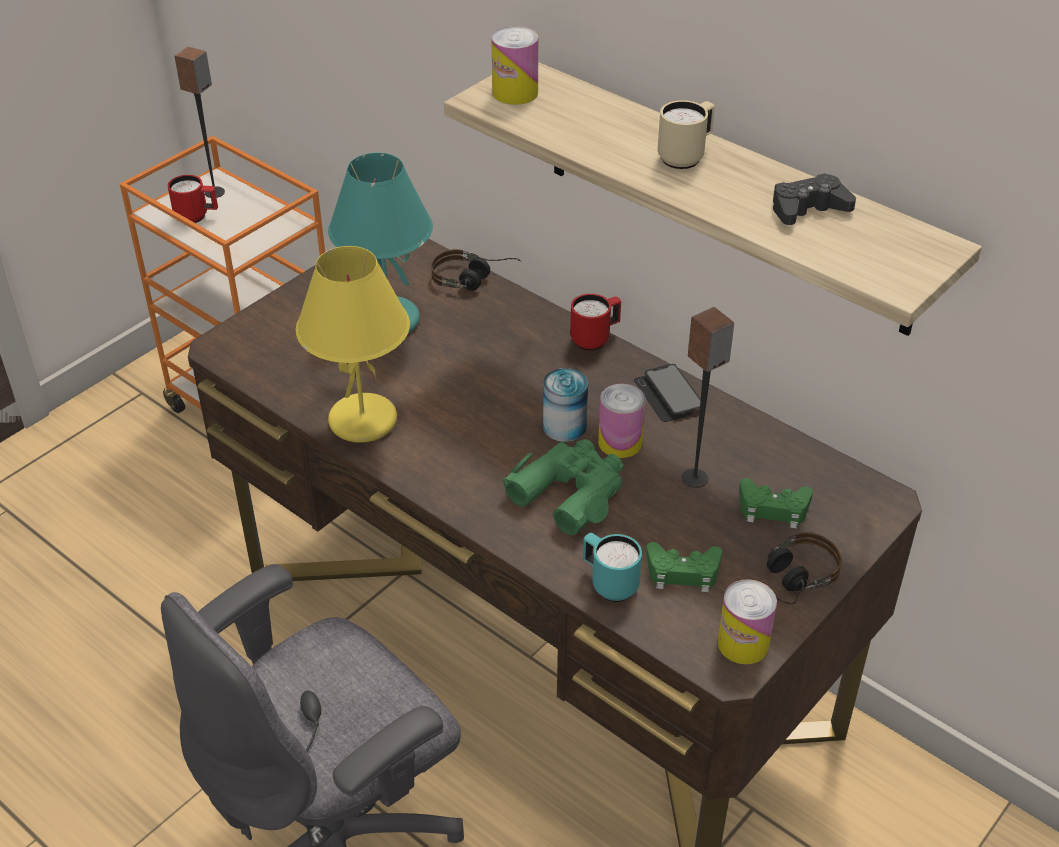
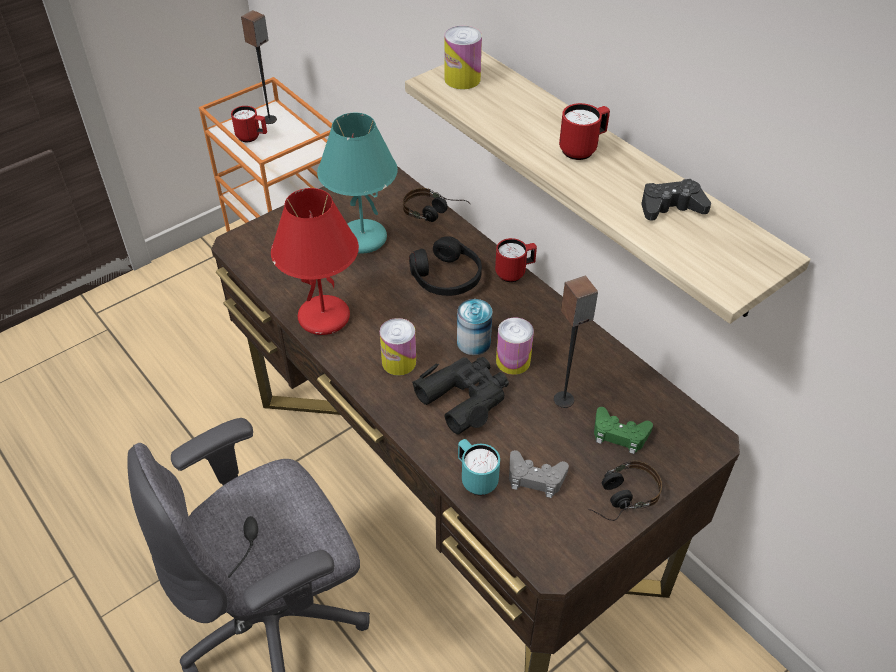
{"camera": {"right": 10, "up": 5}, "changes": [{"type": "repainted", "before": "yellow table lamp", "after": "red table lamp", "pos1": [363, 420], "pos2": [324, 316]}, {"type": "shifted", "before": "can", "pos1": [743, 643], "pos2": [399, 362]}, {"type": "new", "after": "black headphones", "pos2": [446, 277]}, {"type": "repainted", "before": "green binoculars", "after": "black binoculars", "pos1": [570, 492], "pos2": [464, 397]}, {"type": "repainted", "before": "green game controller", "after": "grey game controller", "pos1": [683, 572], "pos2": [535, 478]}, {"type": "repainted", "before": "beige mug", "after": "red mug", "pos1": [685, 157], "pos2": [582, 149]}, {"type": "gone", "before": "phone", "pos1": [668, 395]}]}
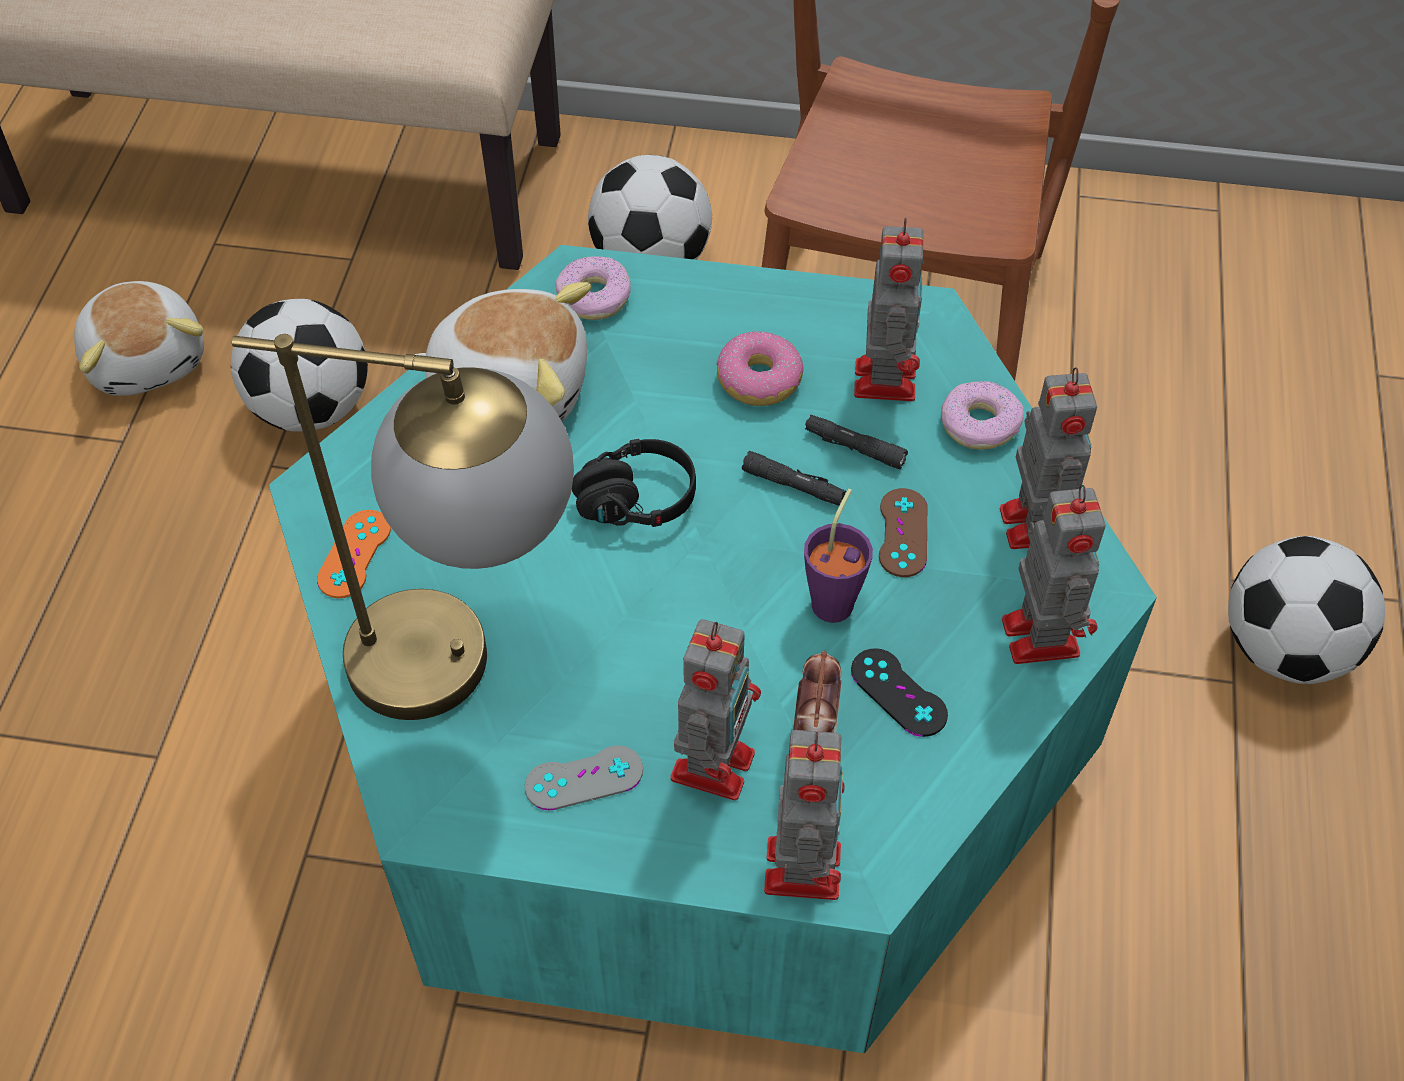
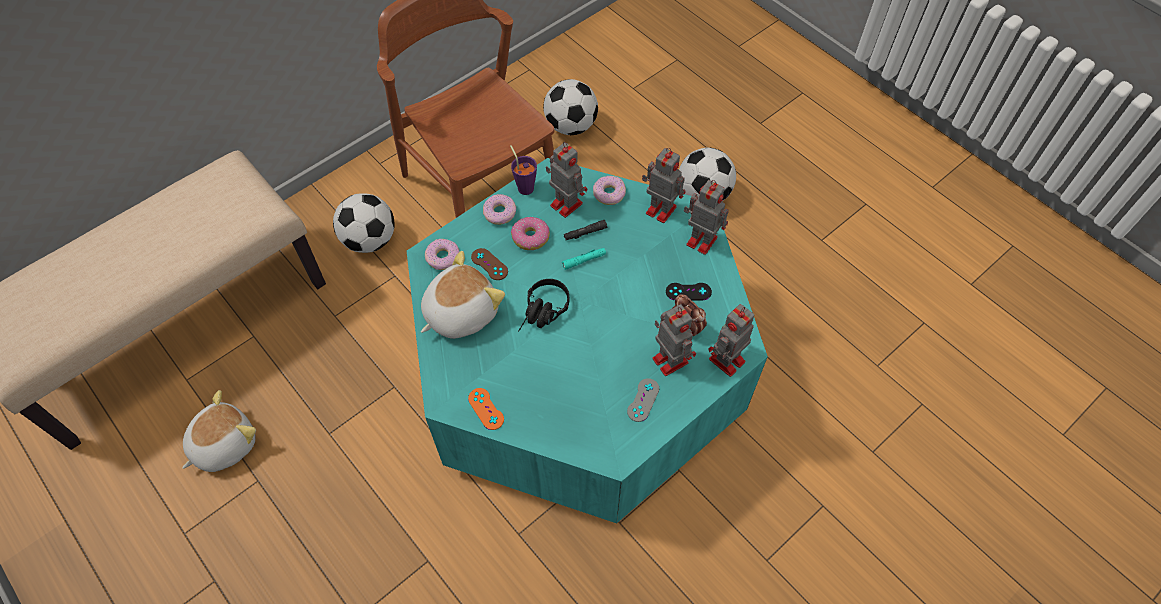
{"camera": {"right": -50, "up": 5}, "changes": [{"type": "rotated", "before": "plush toy", "pos1": [148, 359], "pos2": [223, 444], "turn": -60}, {"type": "shifted", "before": "brown game controller", "pos1": [903, 533], "pos2": [489, 264]}, {"type": "new", "after": "donut", "pos2": [500, 213]}, {"type": "shifted", "before": "purple cup", "pos1": [836, 597], "pos2": [524, 185]}, {"type": "shifted", "before": "football", "pos1": [311, 408], "pos2": [571, 126]}, {"type": "repainted", "before": "black flashlight", "after": "turquoise flashlight", "pos1": [794, 485], "pos2": [584, 260]}, {"type": "rotated", "before": "toy robot", "pos1": [802, 864], "pos2": [725, 361], "turn": -90}, {"type": "gone", "before": "table lamp", "pos1": [469, 665]}]}
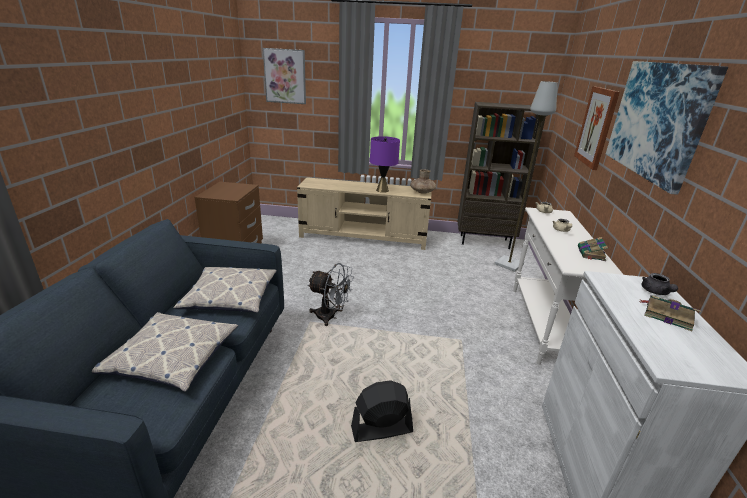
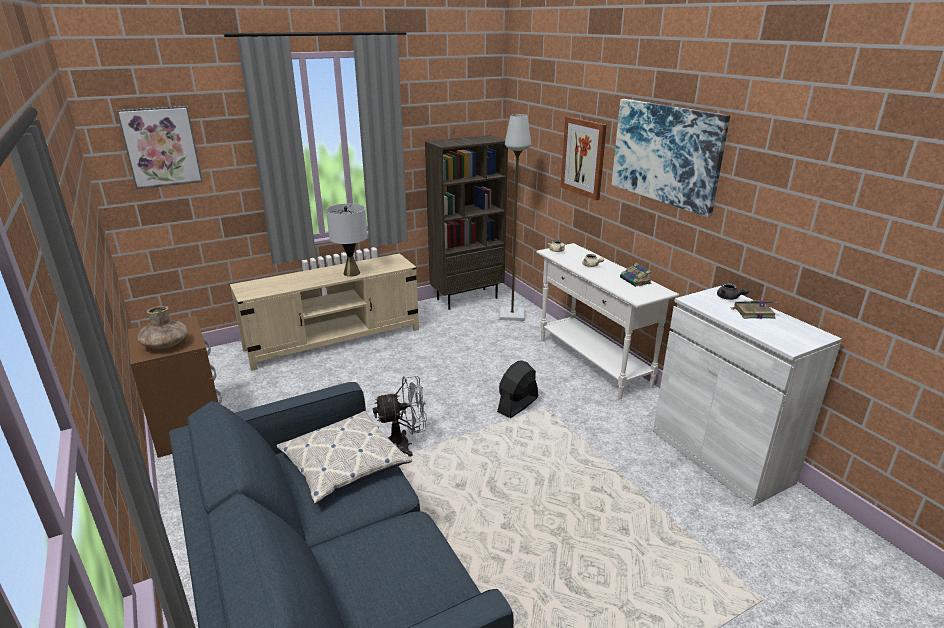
{"camera": {"right": -35, "up": 0}, "changes": [{"type": "shifted", "before": "brown vase", "pos1": [422, 192], "pos2": [165, 345]}, {"type": "repainted", "before": "purple table lamp", "after": "grey table lamp", "pos1": [382, 190], "pos2": [351, 273]}, {"type": "shifted", "before": "black fan", "pos1": [381, 429], "pos2": [517, 405]}, {"type": "gone", "before": "pillow", "pos1": [172, 357]}]}
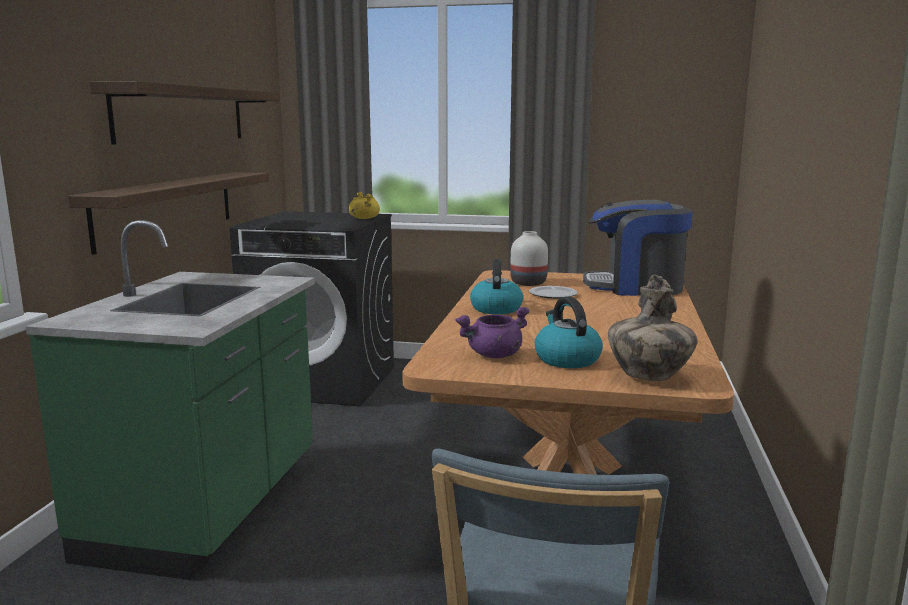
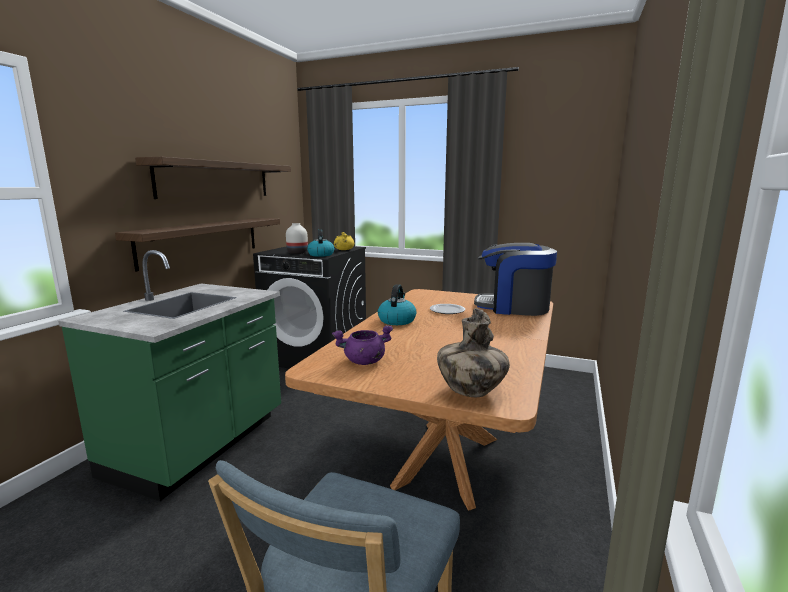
{"camera": {"right": 10, "up": 0}, "changes": [{"type": "shifted", "before": "white vase", "pos1": [529, 283], "pos2": [298, 253]}, {"type": "shifted", "before": "kettle", "pos1": [566, 359], "pos2": [321, 254]}]}
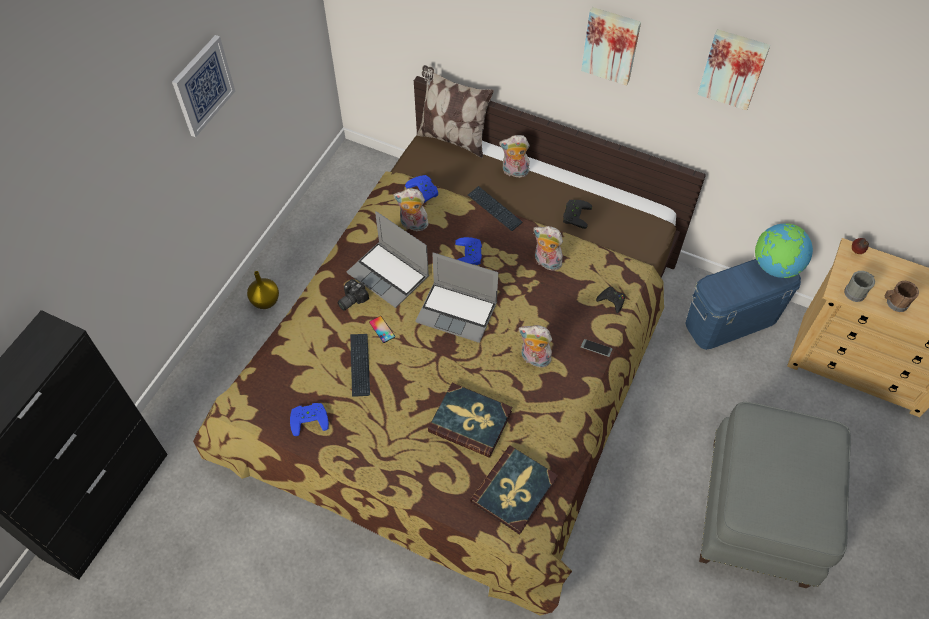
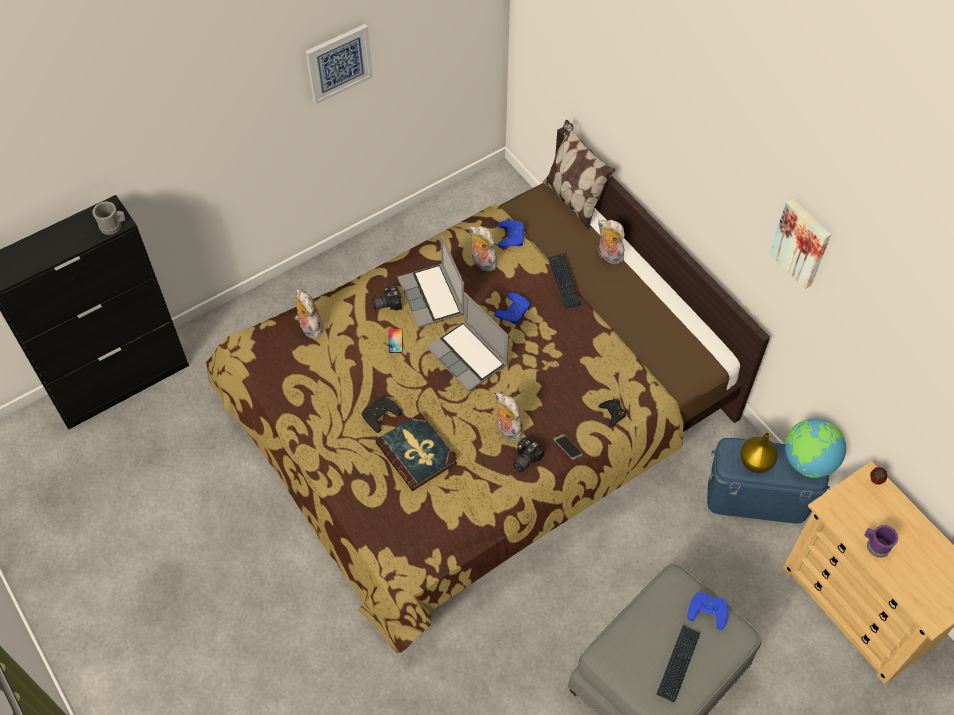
{"camera": {"right": 30, "up": 0}, "changes": [{"type": "shifted", "before": "grey mug", "pos1": [856, 292], "pos2": [113, 226]}, {"type": "shifted", "before": "plush toy", "pos1": [546, 262], "pos2": [309, 327]}, {"type": "shifted", "before": "black game controller", "pos1": [574, 215], "pos2": [379, 413]}, {"type": "new", "after": "photo camera", "pos2": [524, 459]}, {"type": "shifted", "before": "keyboard", "pos1": [360, 365], "pos2": [678, 663]}, {"type": "shifted", "before": "blue game controller", "pos1": [309, 418], "pos2": [708, 609]}, {"type": "shifted", "before": "yellow vase", "pos1": [265, 302], "pos2": [755, 463]}, {"type": "repainted", "before": "brown mug", "after": "purple mug", "pos1": [894, 303], "pos2": [875, 545]}, {"type": "gone", "before": "book", "pos1": [514, 491]}, {"type": "gone", "before": "picture", "pos1": [611, 44]}]}
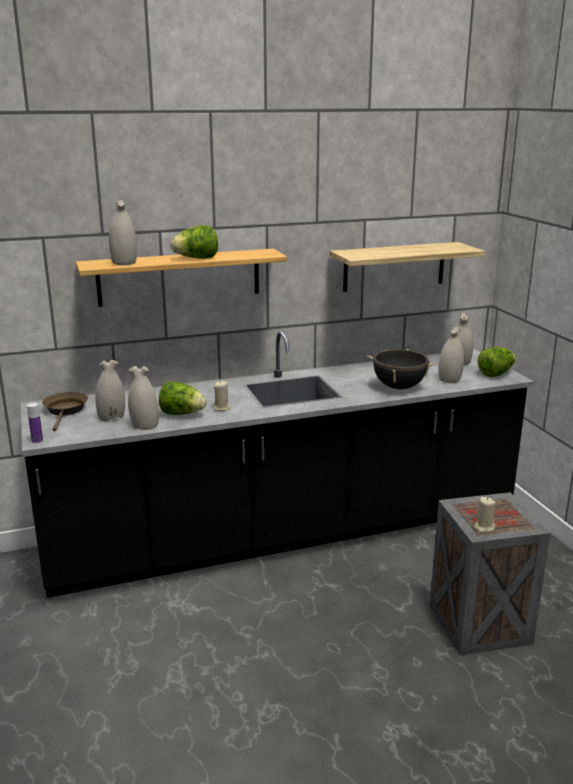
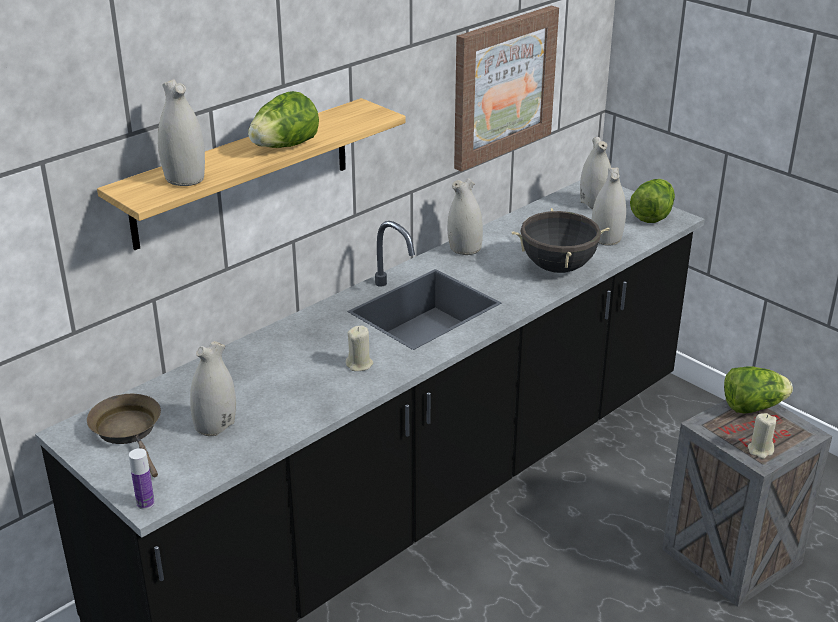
{"camera": {"right": -25, "up": 10}, "changes": [{"type": "shifted", "before": "white vase", "pos1": [144, 425], "pos2": [464, 249]}, {"type": "swapped", "before": "shelf", "after": "picture", "pos1": [394, 266], "pos2": [502, 86]}, {"type": "shifted", "before": "lettuce", "pos1": [182, 414], "pos2": [752, 407]}]}
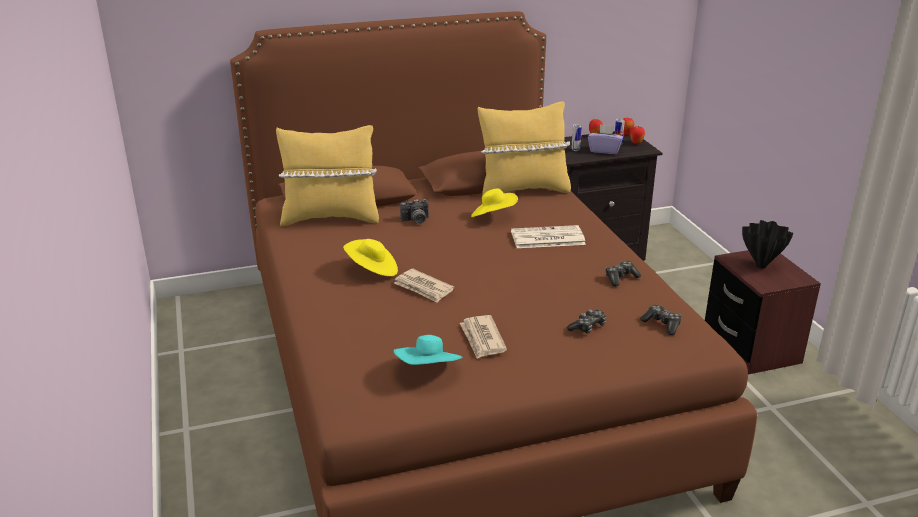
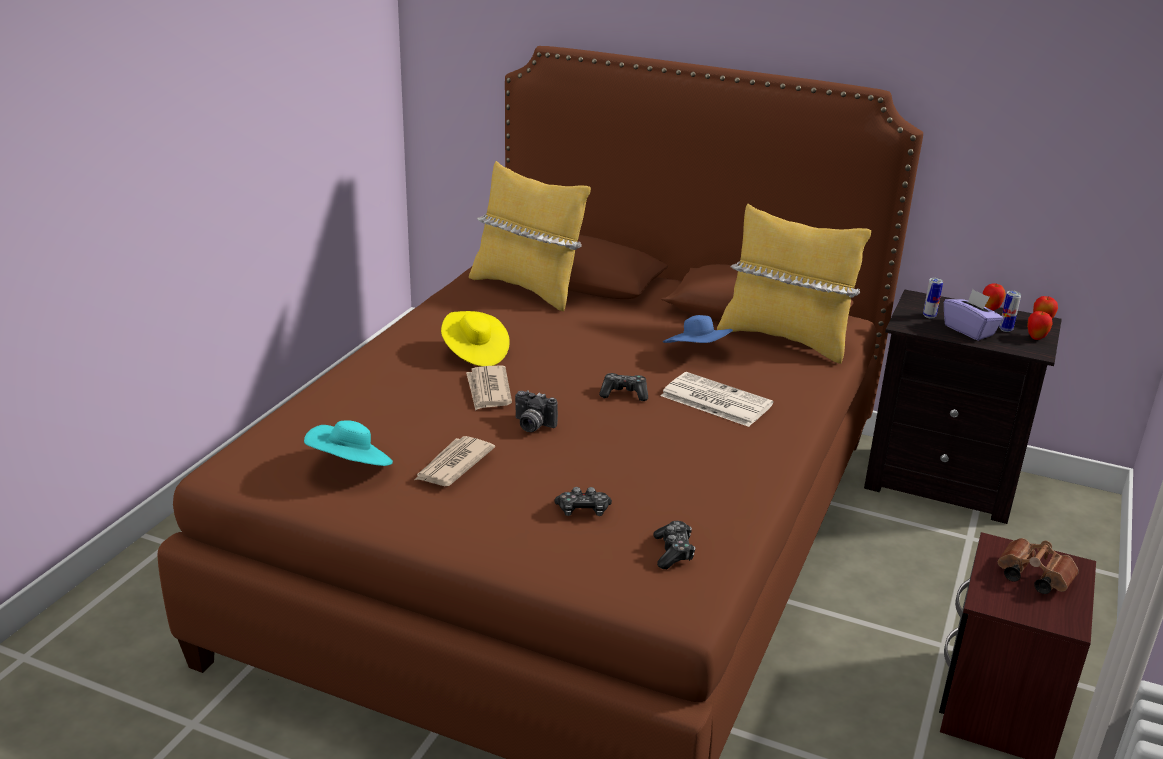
{"camera": {"right": 40, "up": 0}, "changes": [{"type": "shifted", "before": "photo camera", "pos1": [415, 221], "pos2": [532, 425]}, {"type": "shifted", "before": "game controller", "pos1": [620, 278], "pos2": [624, 393]}, {"type": "repainted", "before": "yellow hat", "after": "blue hat", "pos1": [493, 216], "pos2": [697, 353]}, {"type": "swapped", "before": "black vase", "after": "brown binoculars", "pos1": [762, 266], "pos2": [1031, 577]}]}
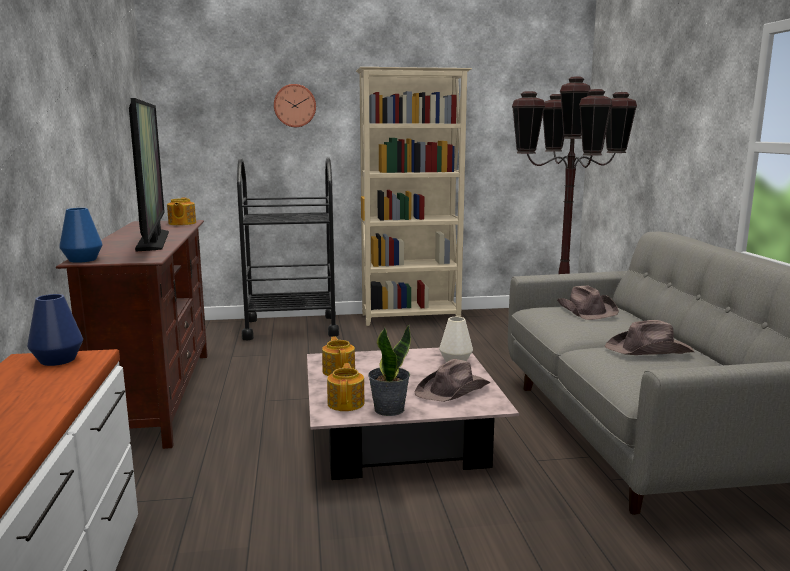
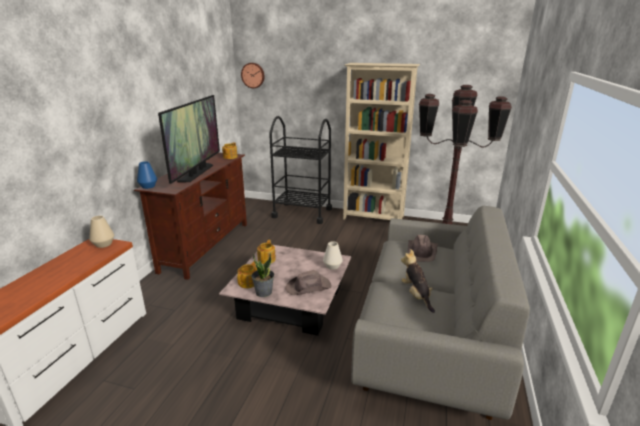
{"camera": {"right": 25, "up": 10}, "changes": [{"type": "repainted", "before": "blue vase", "after": "beige vase", "pos1": [57, 360], "pos2": [103, 244]}, {"type": "shifted", "before": "wall clock", "pos1": [295, 105], "pos2": [253, 75]}, {"type": "swapped", "before": "brown hat", "after": "plush toy", "pos1": [649, 350], "pos2": [416, 295]}]}
